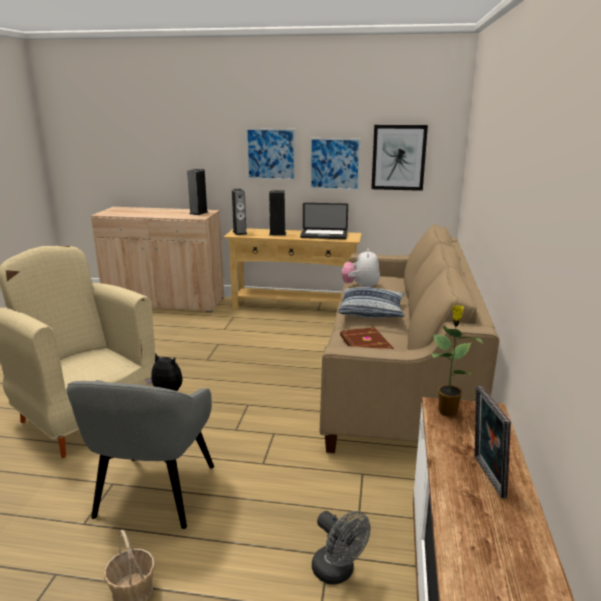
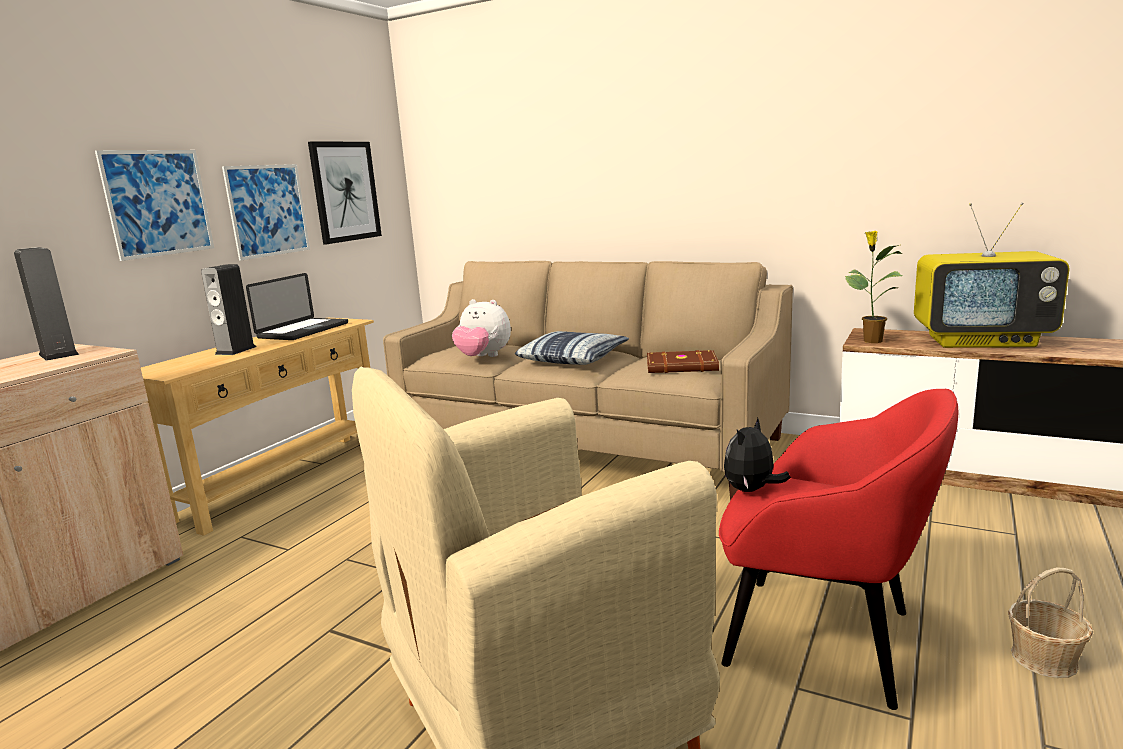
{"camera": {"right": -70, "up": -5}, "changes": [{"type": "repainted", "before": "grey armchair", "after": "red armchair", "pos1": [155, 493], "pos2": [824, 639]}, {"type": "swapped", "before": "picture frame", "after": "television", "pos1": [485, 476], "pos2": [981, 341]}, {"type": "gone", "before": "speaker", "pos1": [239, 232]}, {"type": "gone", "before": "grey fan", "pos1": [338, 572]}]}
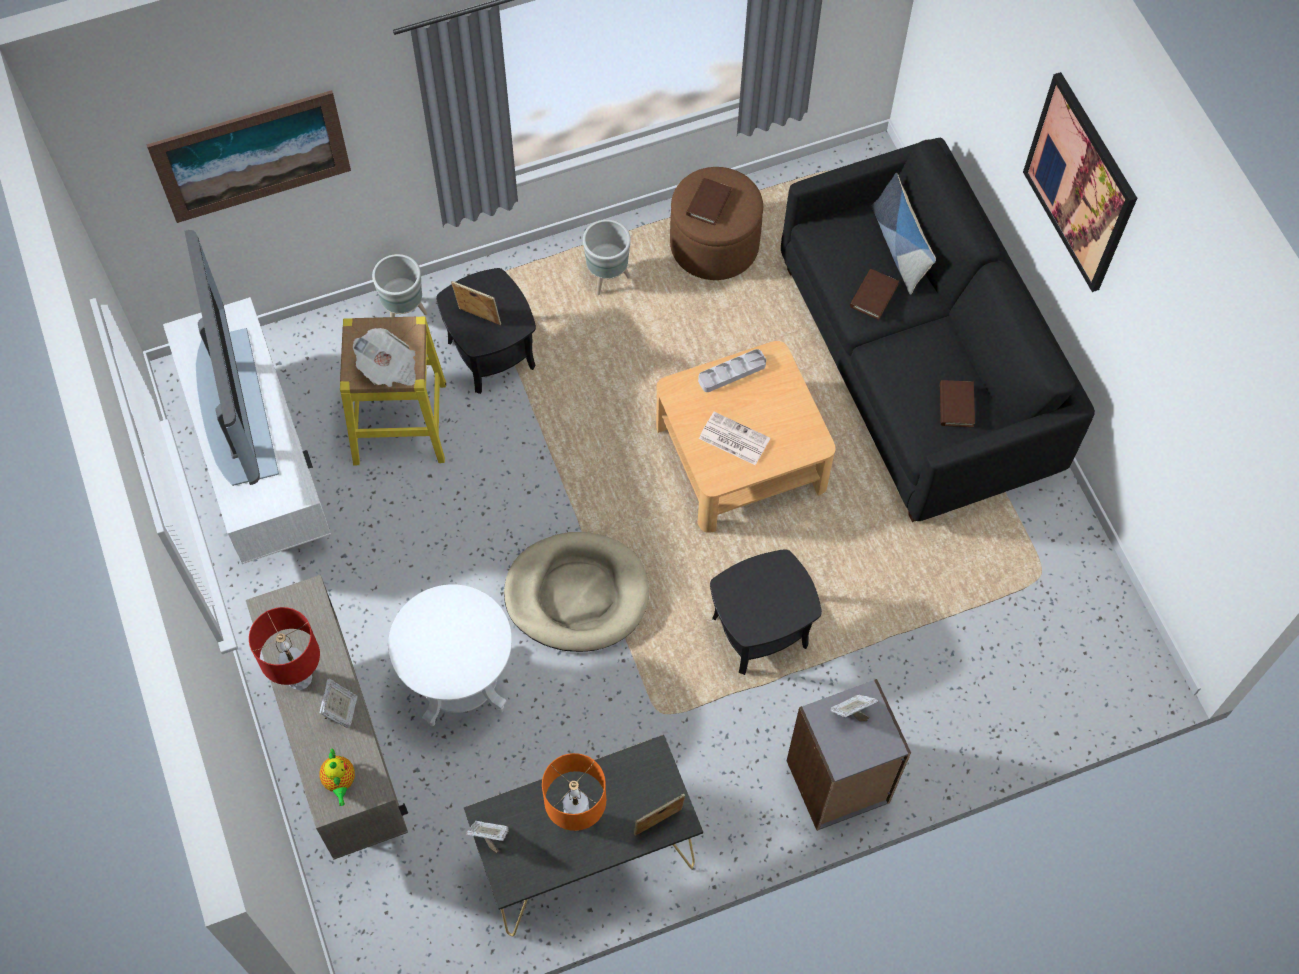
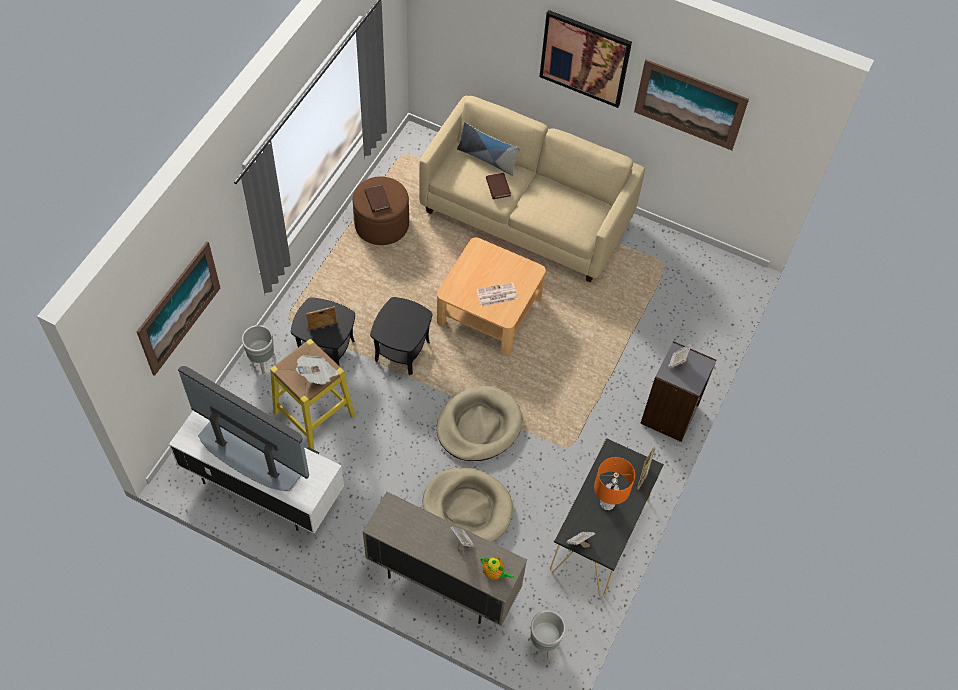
{"camera": {"right": -45, "up": -5}, "changes": [{"type": "shifted", "before": "black side table", "pos1": [760, 631], "pos2": [402, 350]}, {"type": "repainted", "before": "black sofa", "after": "beige sofa", "pos1": [917, 368], "pos2": [527, 215]}, {"type": "swapped", "before": "white side table", "after": "beige dog bed", "pos1": [460, 685], "pos2": [467, 508]}, {"type": "shifted", "before": "grey planter", "pos1": [607, 278], "pos2": [543, 643]}, {"type": "new", "after": "picture", "pos2": [690, 104]}, {"type": "gone", "before": "red table lamp", "pos1": [299, 678]}, {"type": "gone", "before": "grey tray", "pos1": [732, 372]}, {"type": "gone", "before": "brown book", "pos1": [956, 405]}]}
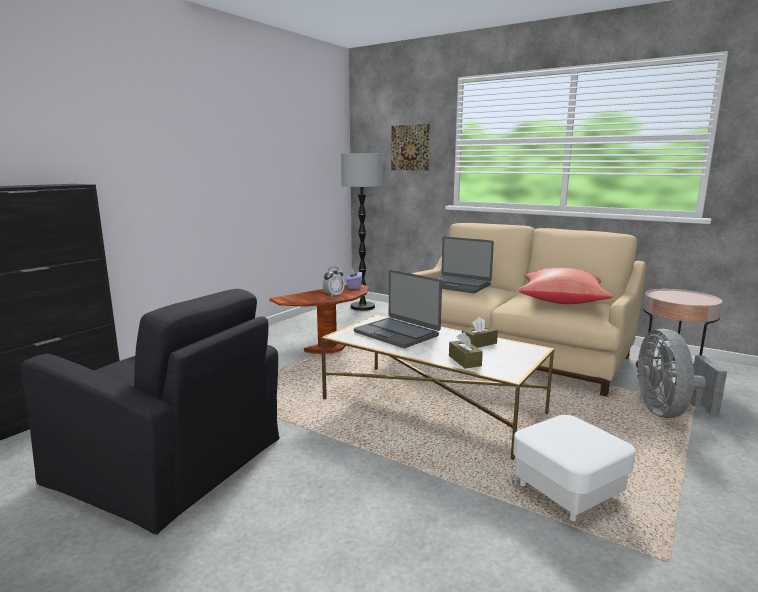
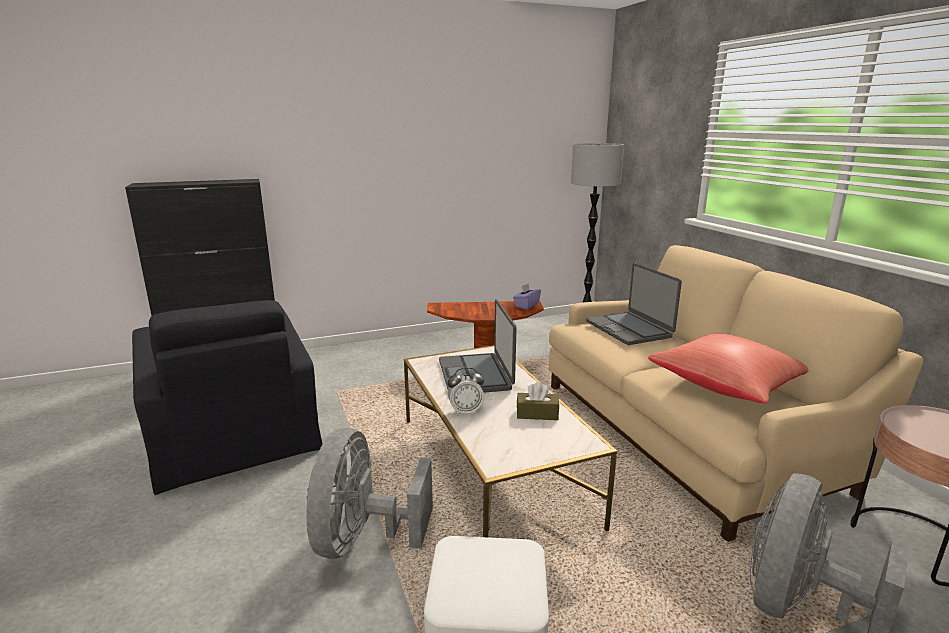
{"camera": {"right": 35, "up": 5}, "changes": [{"type": "new", "after": "grey fan", "pos2": [363, 539]}, {"type": "shifted", "before": "alarm clock", "pos1": [333, 295], "pos2": [465, 411]}, {"type": "gone", "before": "picture", "pos1": [410, 147]}, {"type": "gone", "before": "brown tissue box", "pos1": [464, 361]}]}
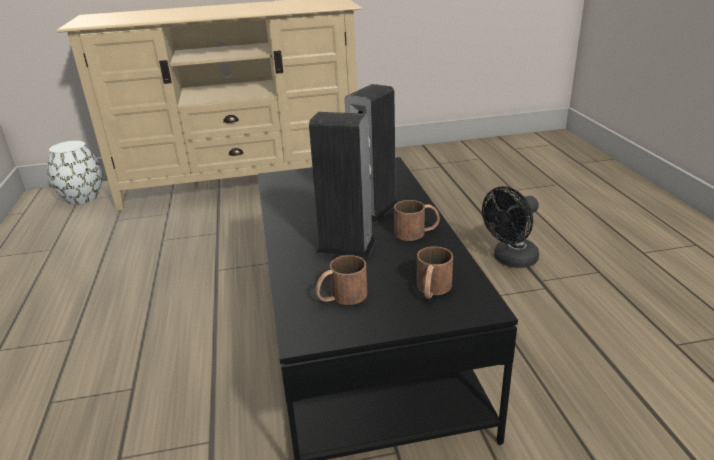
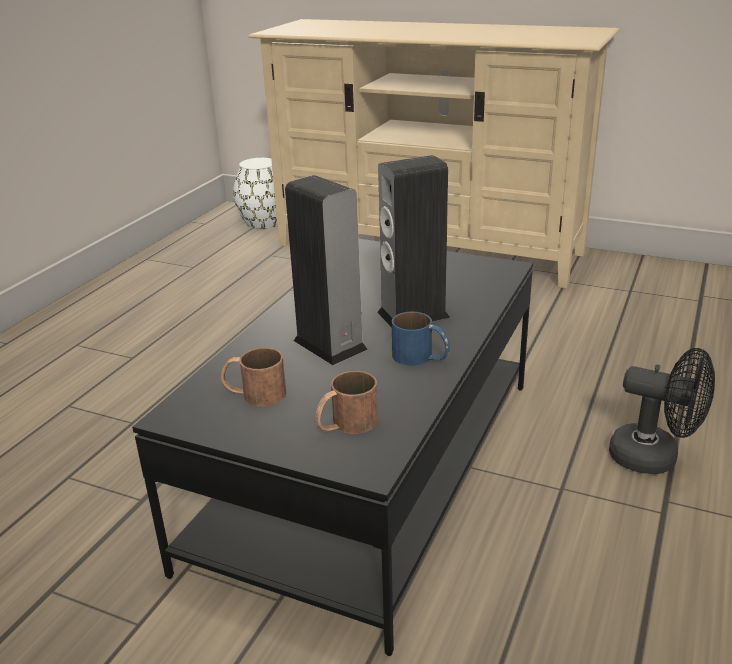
{"camera": {"right": 35, "up": 0}, "changes": [{"type": "repainted", "before": "brown mug", "after": "blue mug", "pos1": [417, 232], "pos2": [421, 357]}, {"type": "rotated", "before": "black fan", "pos1": [511, 260], "pos2": [655, 458], "turn": -150}]}
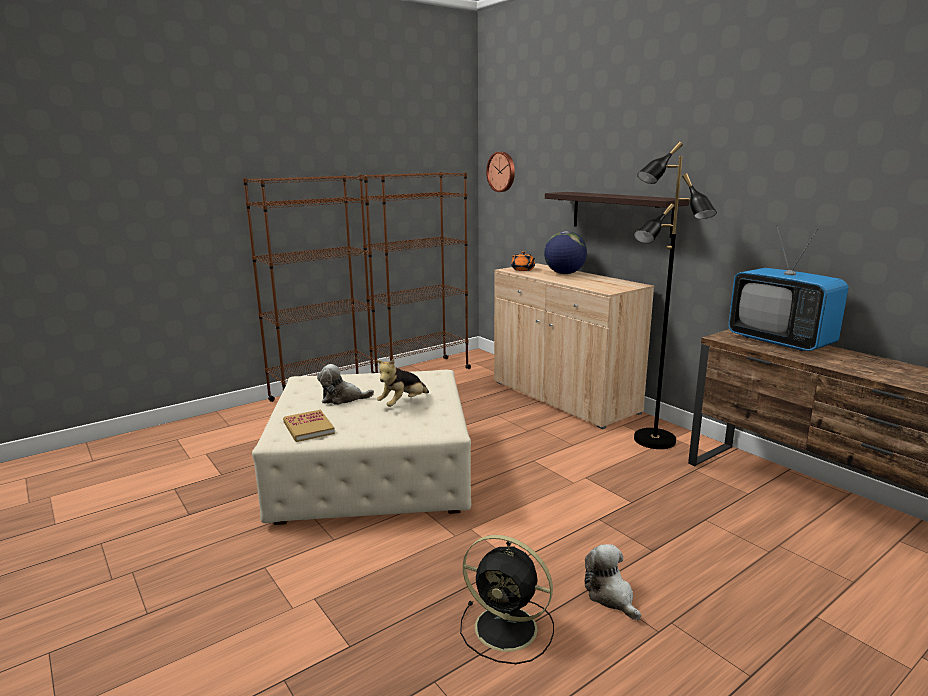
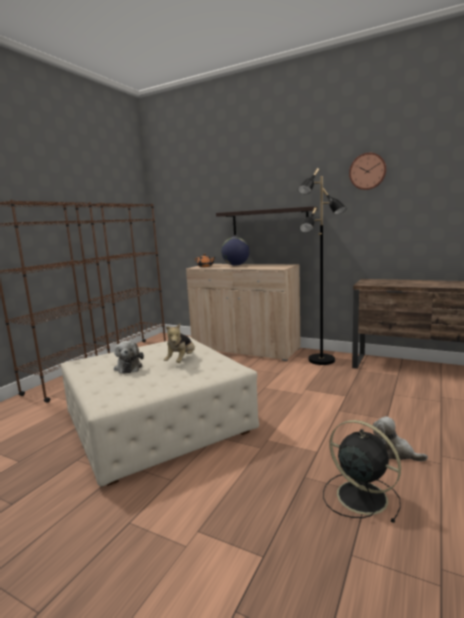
{"camera": {"right": -25, "up": -5}, "changes": [{"type": "rotated", "before": "plush toy", "pos1": [342, 398], "pos2": [128, 367], "turn": -75}, {"type": "rotated", "before": "black fan", "pos1": [508, 629], "pos2": [359, 496], "turn": -135}, {"type": "shifted", "before": "wall clock", "pos1": [502, 171], "pos2": [367, 171]}, {"type": "gone", "before": "book", "pos1": [308, 428]}, {"type": "gone", "before": "television", "pos1": [780, 342]}]}
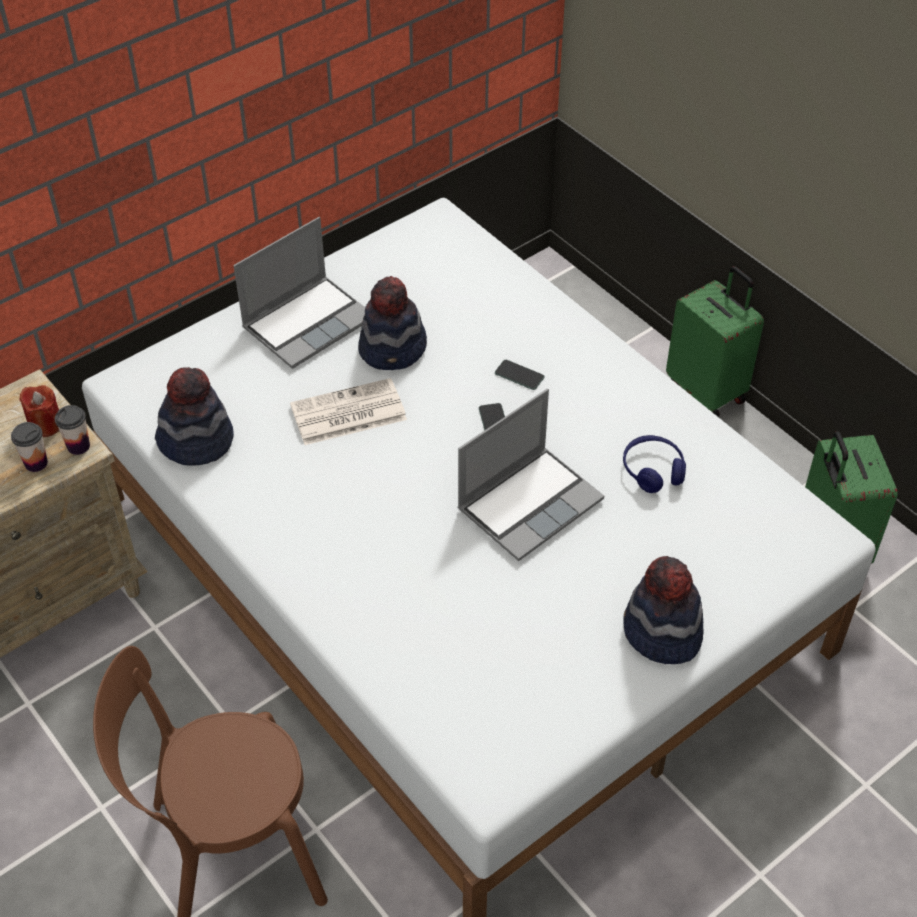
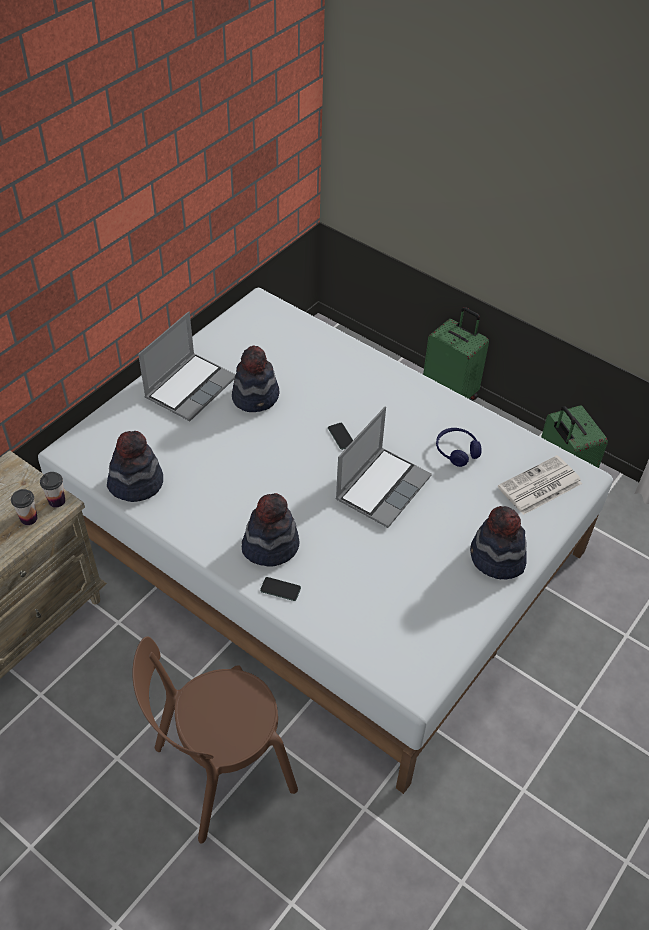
{"camera": {"right": -15, "up": 0}, "changes": [{"type": "new", "after": "hat", "pos2": [270, 546]}, {"type": "shifted", "before": "phone", "pos1": [519, 375], "pos2": [280, 589]}, {"type": "shifted", "before": "newspaper", "pos1": [347, 414], "pos2": [539, 486]}, {"type": "gone", "before": "red candle", "pos1": [46, 425]}]}
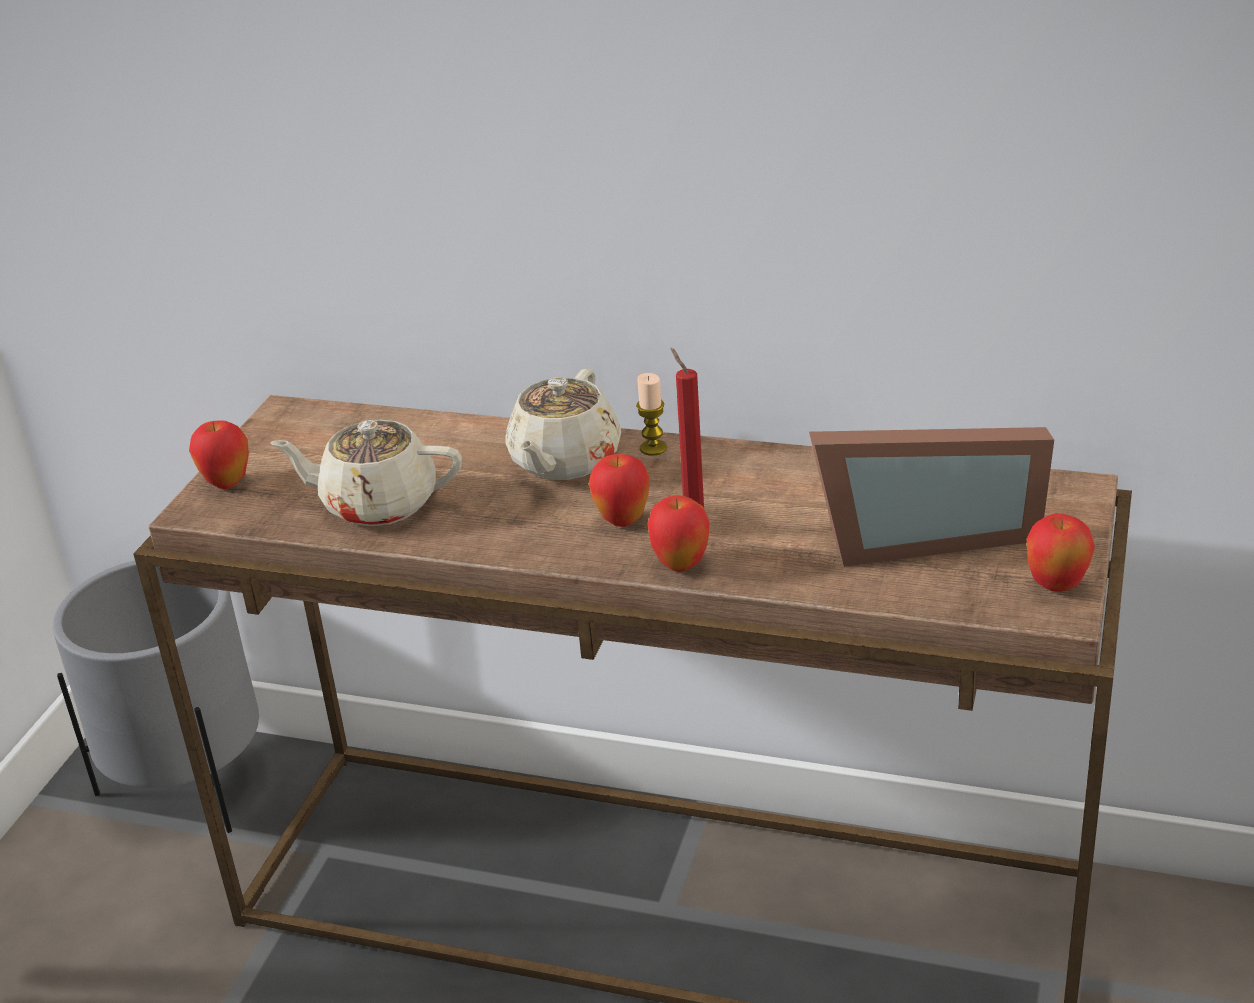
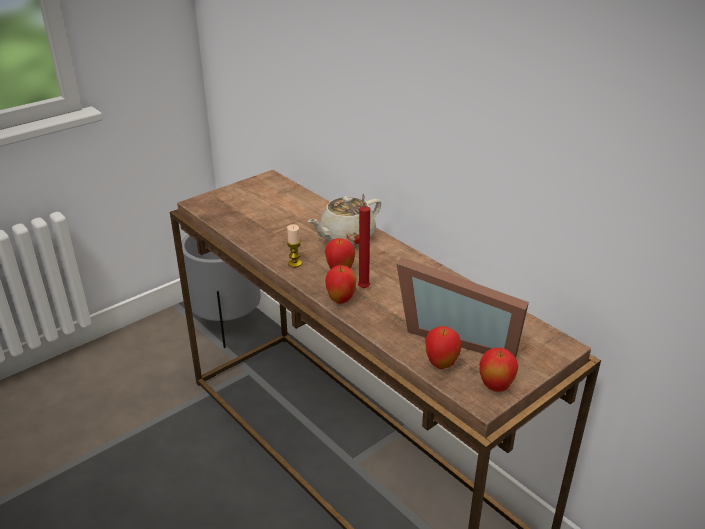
{"camera": {"right": 30, "up": 0}, "changes": [{"type": "shifted", "before": "candle", "pos1": [653, 448], "pos2": [295, 263]}, {"type": "shifted", "before": "apple", "pos1": [227, 483], "pos2": [441, 364]}, {"type": "gone", "before": "beige teapot", "pos1": [377, 504]}]}
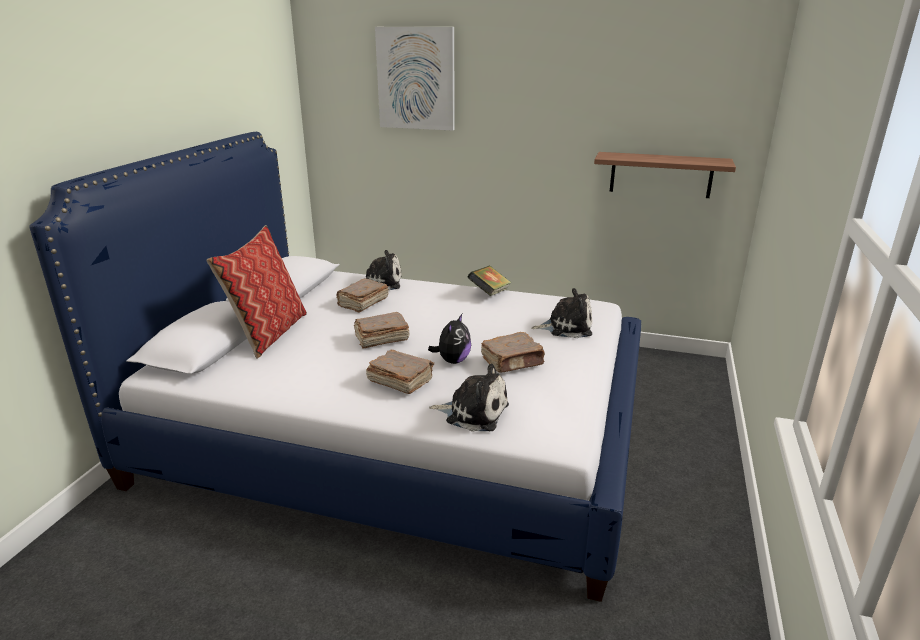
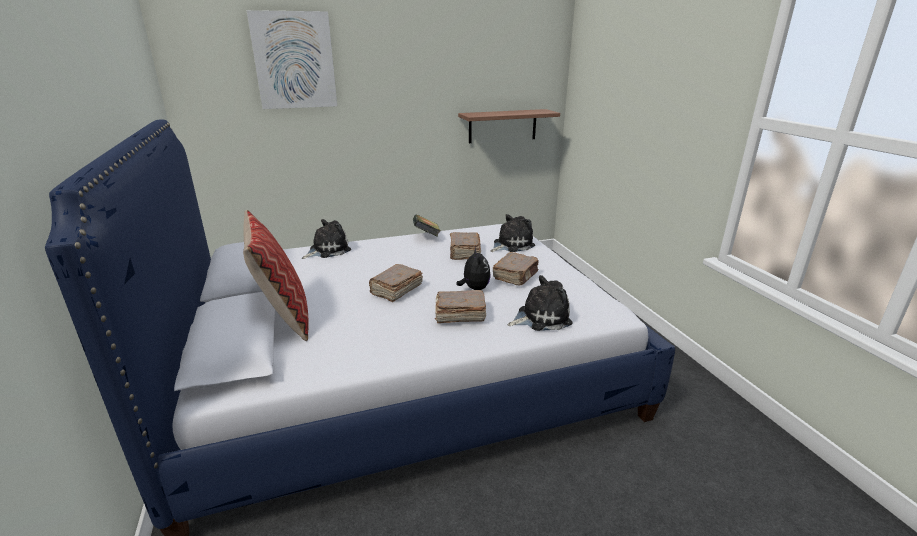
{"camera": {"right": -35, "up": 0}, "changes": [{"type": "shifted", "before": "brown book", "pos1": [362, 303], "pos2": [464, 253]}]}
